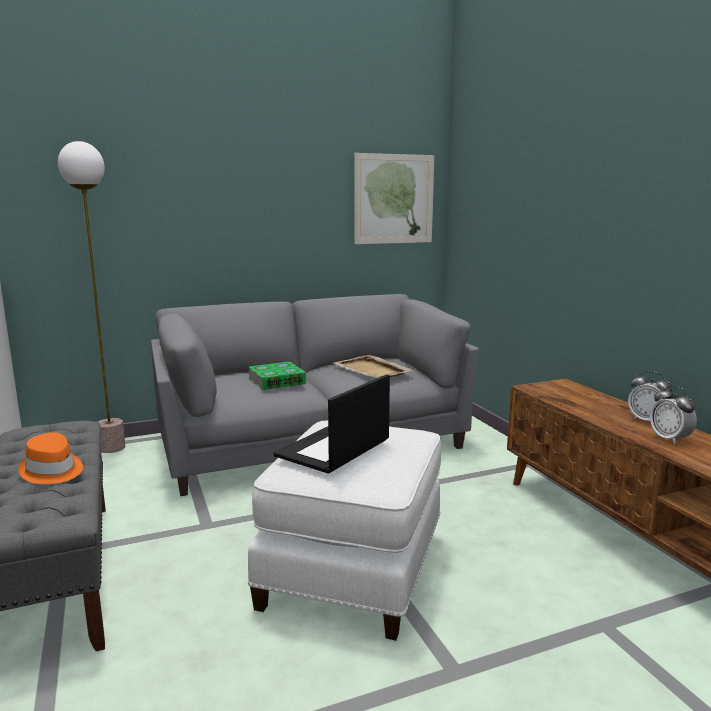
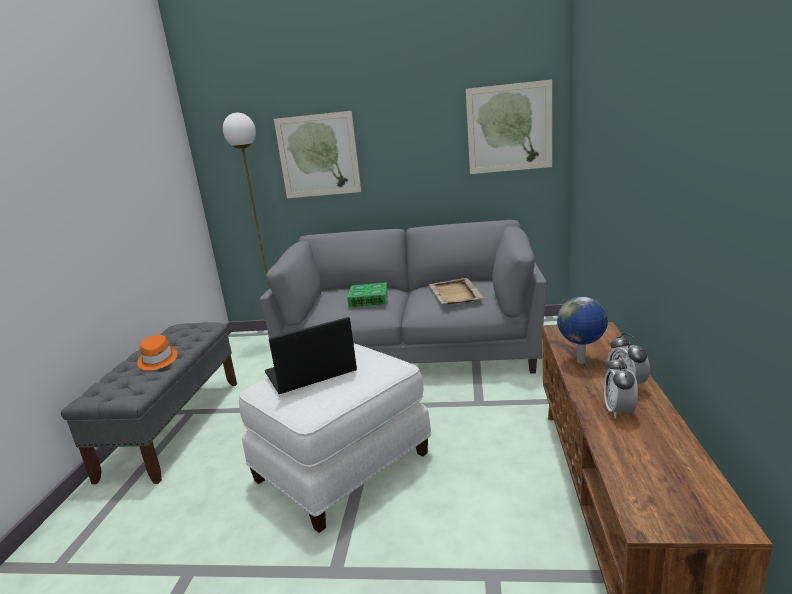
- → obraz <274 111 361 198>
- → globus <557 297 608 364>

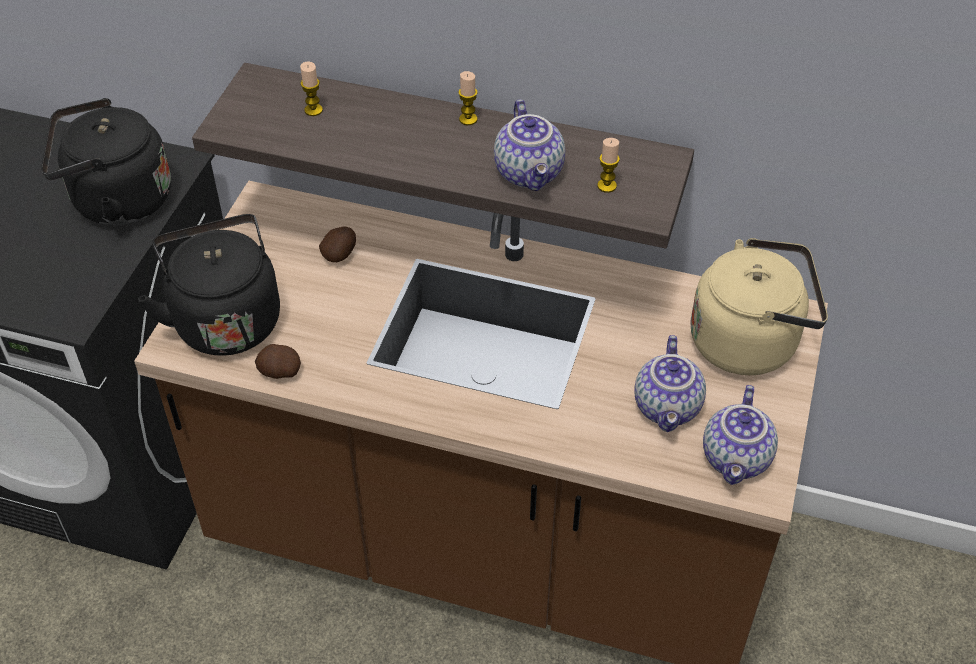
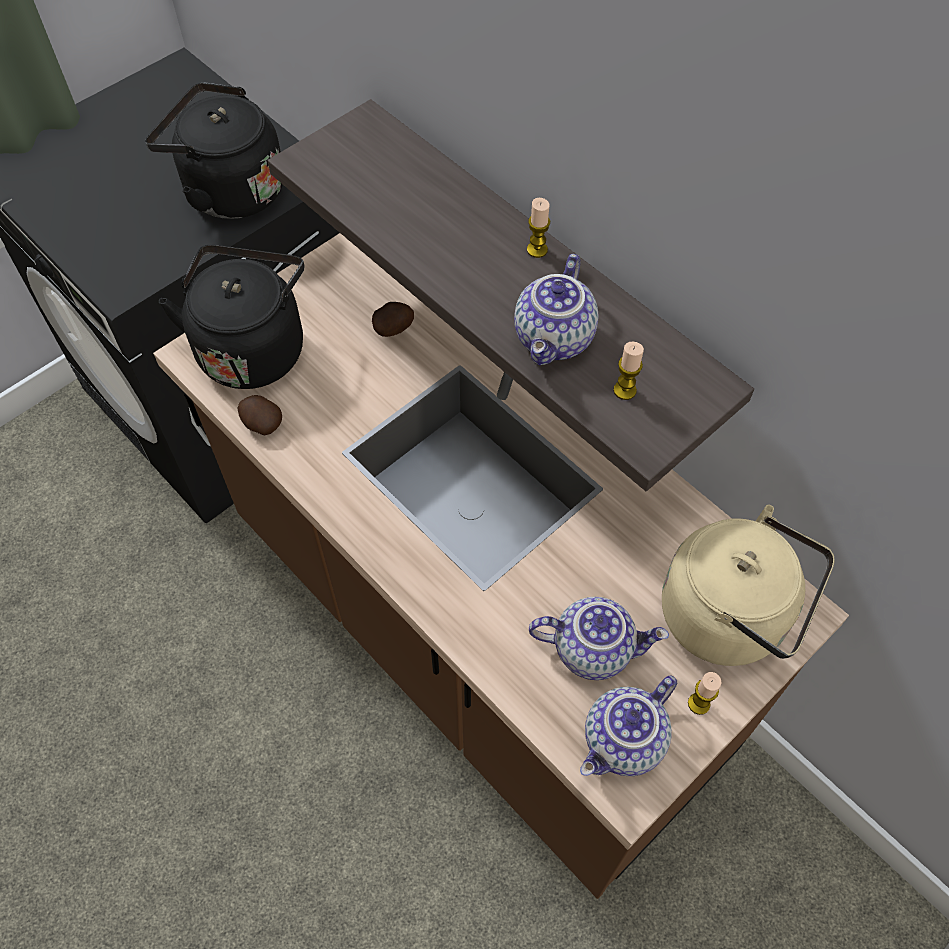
świeca <300 62 323 116> → świeca <688 672 721 715>, moved
imbryk <635 335 706 432> → imbryk <529 597 669 680>, 120 degrees counterclockwise

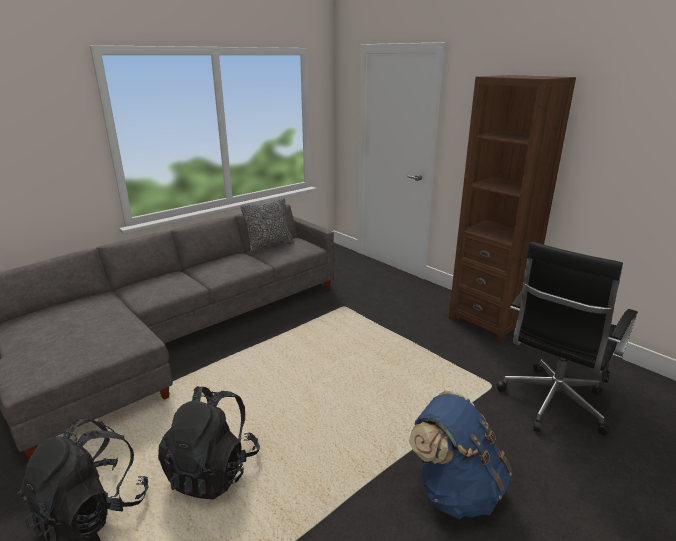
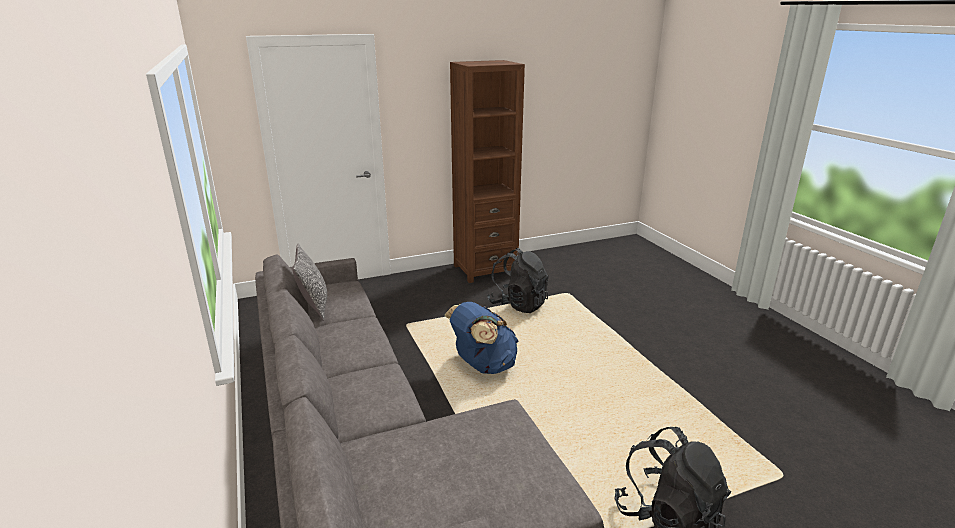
krzesło biurowe [czarny] <496 242 638 435> → -
plecak [czarny] <158 386 260 500> → plecak [czarny] <487 248 549 313>, moved
plecak [niebieski] <409 391 512 519> → plecak [niebieski] <444 302 518 374>, moved

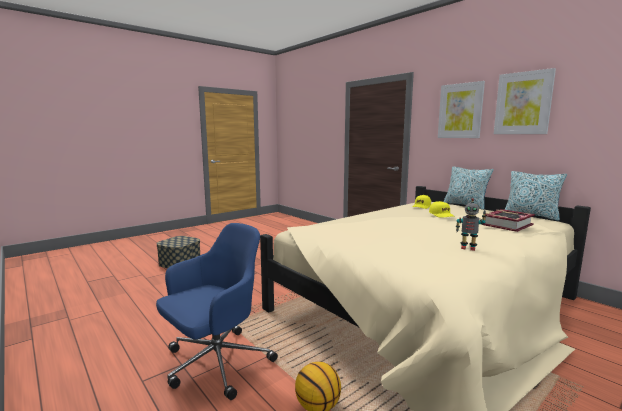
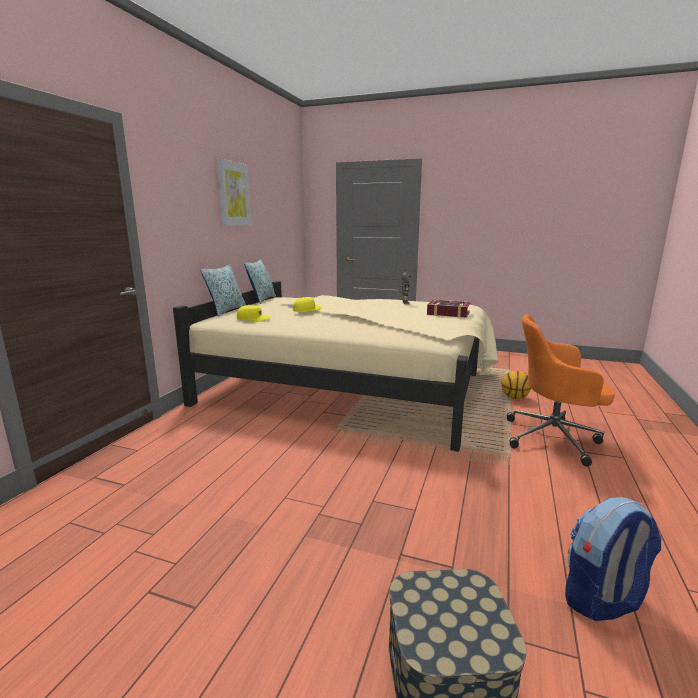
obraz <438 81 485 138> → -
książka <483 209 535 232> → książka <427 300 471 318>, moved
krzesło biurowe [niebieski] <156 223 278 400> → krzesło biurowe [pomarańczowy] <507 314 615 466>
- → plecak <565 497 661 621>

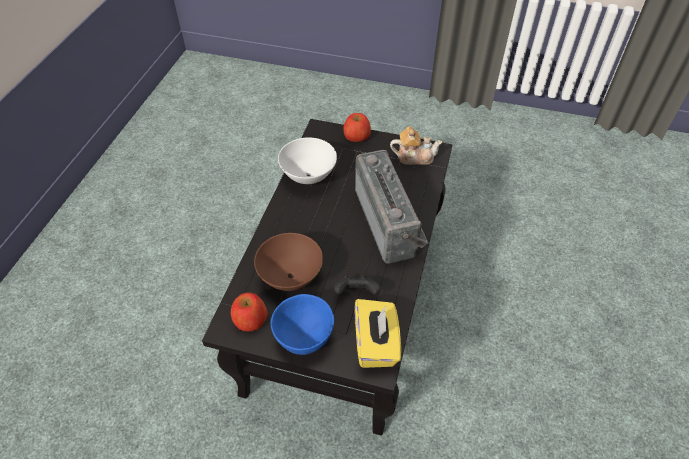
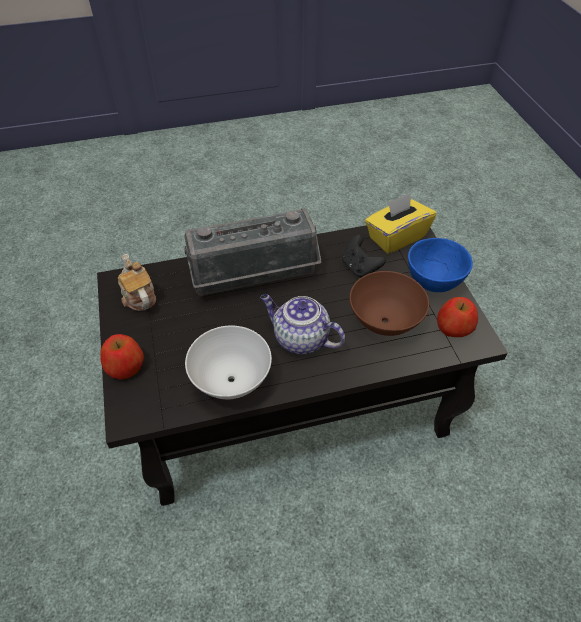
radio <355 150 428 264> → radio <184 208 321 297>, 150 degrees counterclockwise
- → imbryk <260 294 345 354>

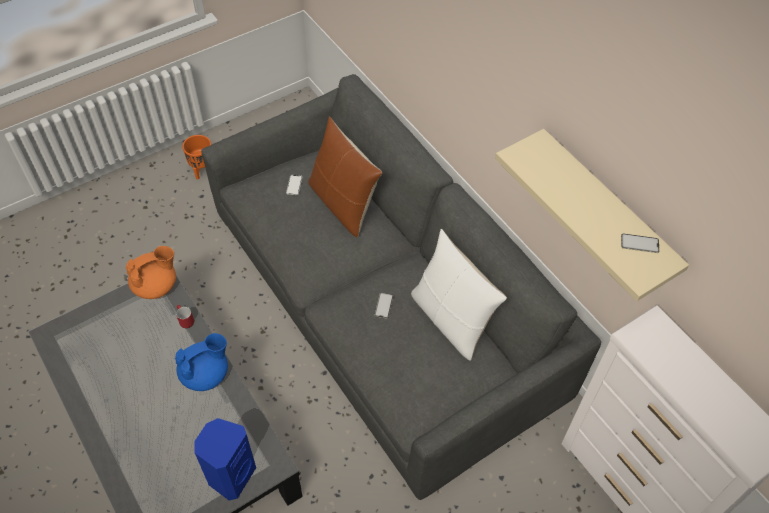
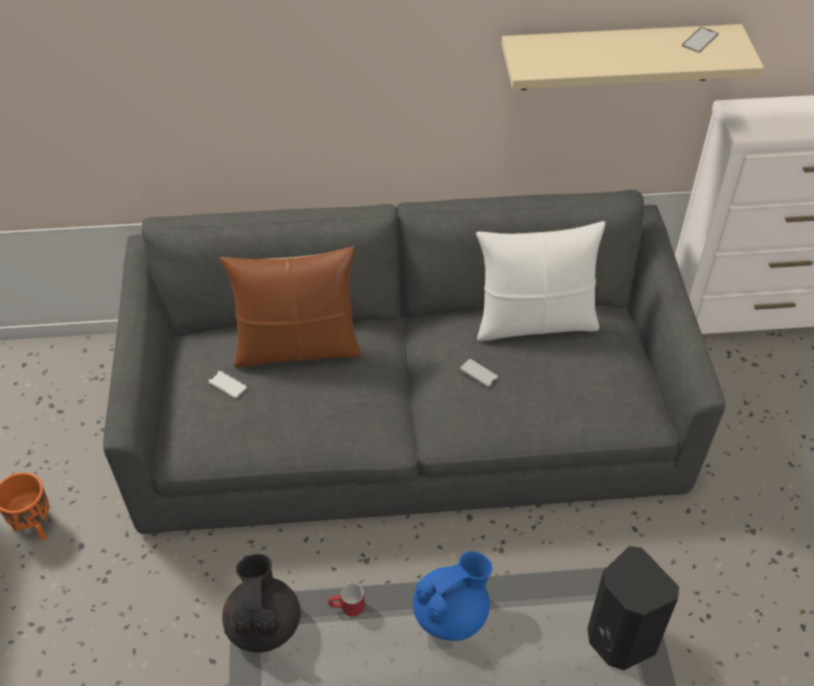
imbryk [pomarańczowy] <126 246 176 299> → imbryk [czarny] <222 554 301 653>
imbryk [niebieski] <175 333 228 391> → imbryk [niebieski] <413 551 493 641>, 60 degrees clockwise
głośnik [niebieski] <194 418 256 500> → głośnik [czarny] <587 546 679 670>

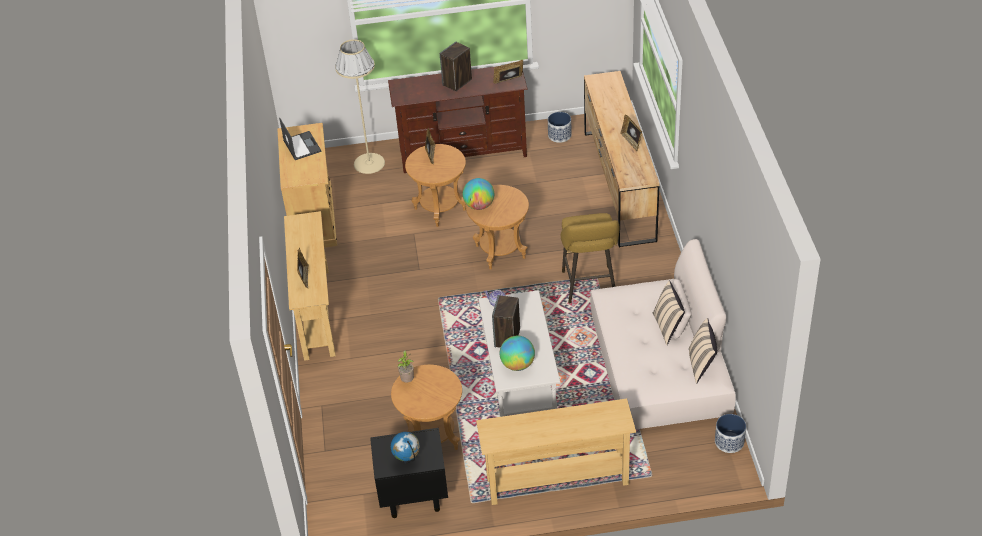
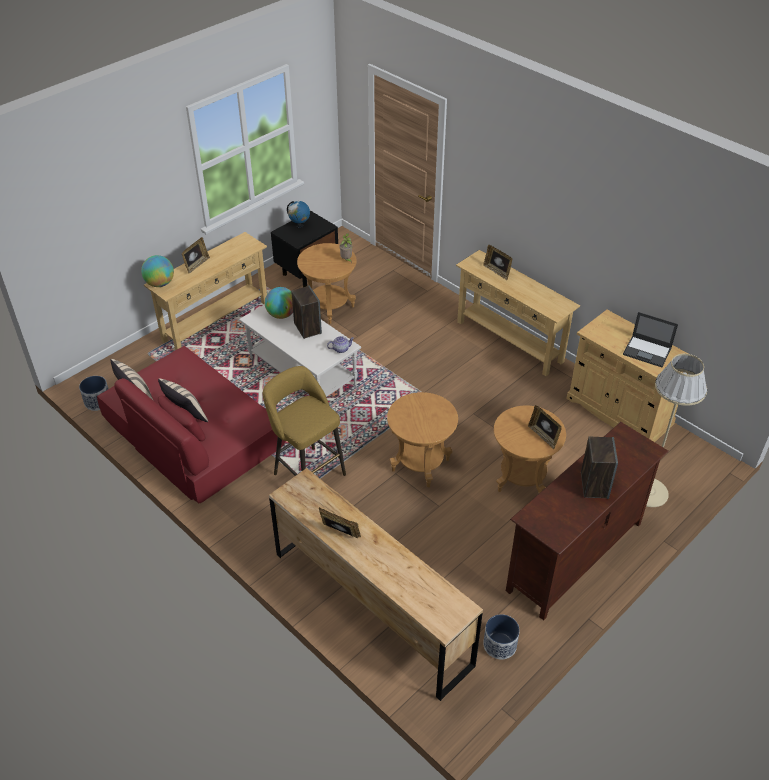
ramka na zdjęcie <493 60 523 84> → ramka na zdjęcie <182 237 210 274>, moved
globus <463 178 494 210> → globus <141 255 174 287>, moved
kanapa [beżowy] <590 239 736 430> → kanapa [czerwony] <97 346 285 503>

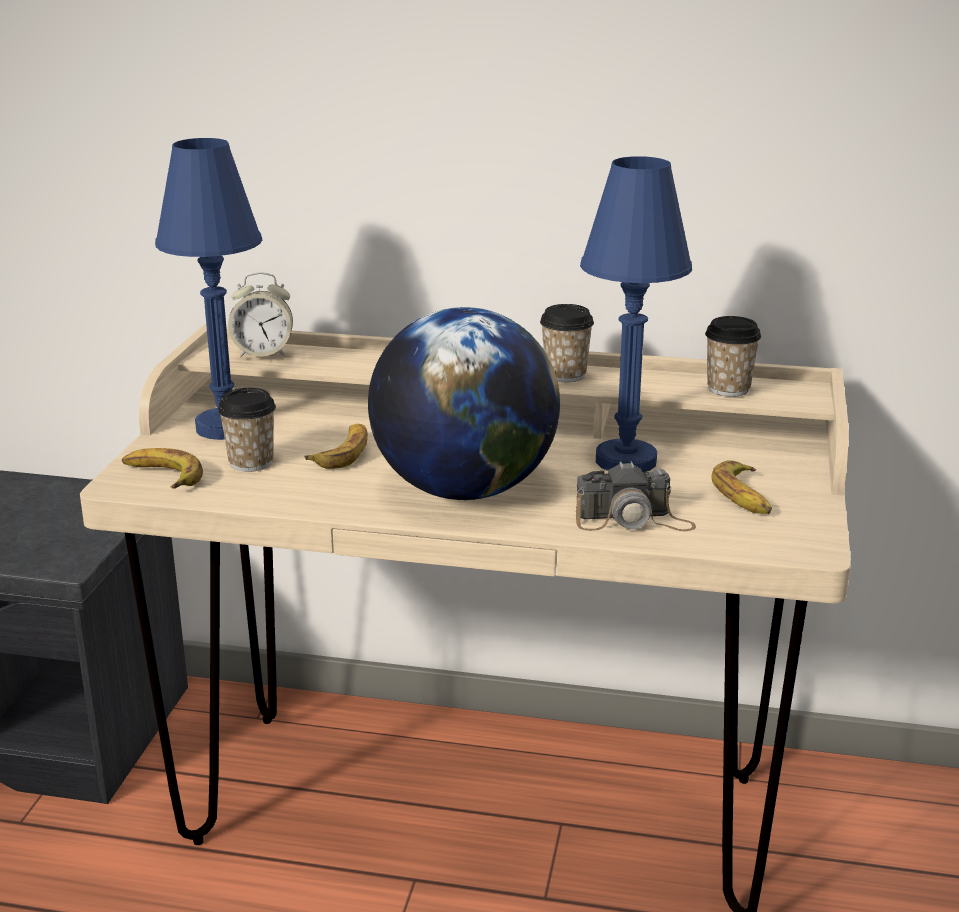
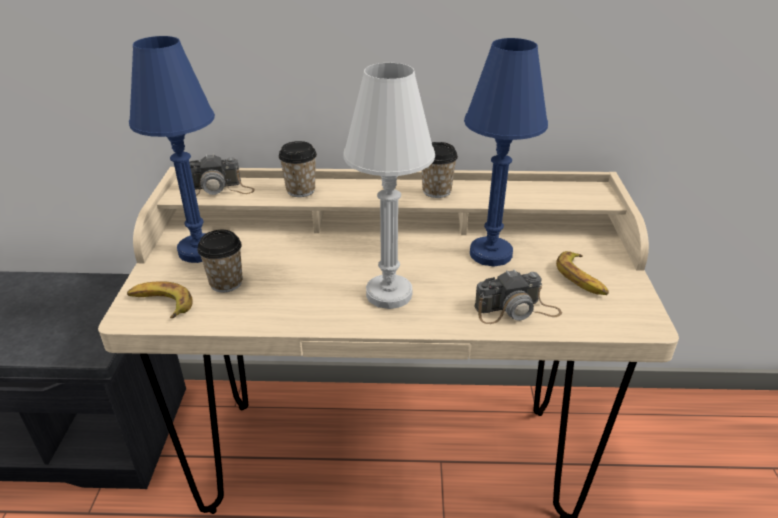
budzik <228 272 293 357> → aparat fotograficzny <189 154 255 196>
globus <368 307 560 500> → lampa stołowa [biały] <344 63 435 309>
filiżanka <705 316 761 397> → filiżanka <279 141 317 197>, moved
banan <304 424 368 469> → -

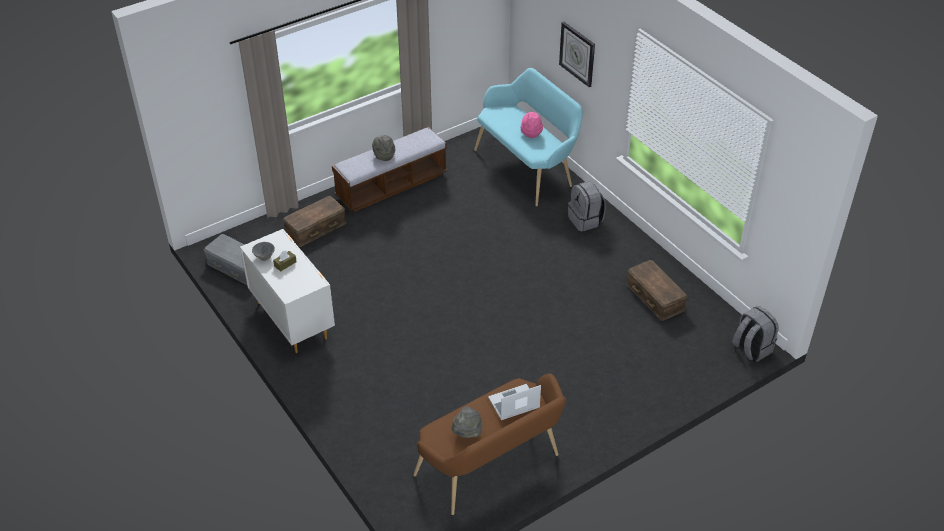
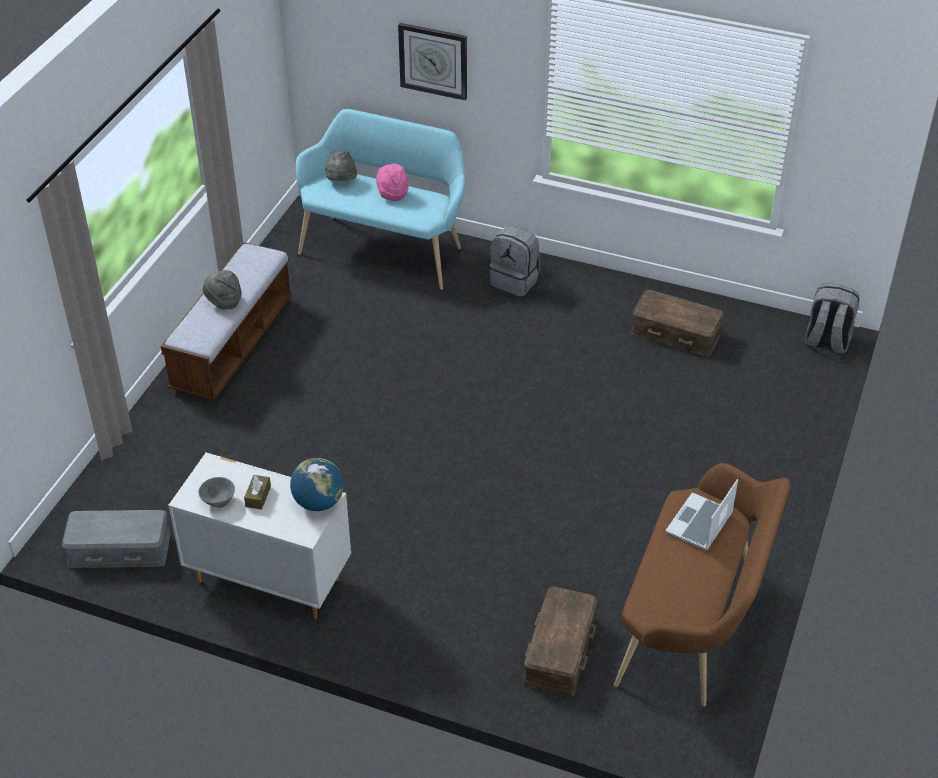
pojemnik do przechowywania [brązowy] <283 196 346 247> → pojemnik do przechowywania [brązowy] <524 587 598 697>, moved
kapelusz [szary] <452 406 482 438> → kapelusz [szary] <325 150 357 181>, moved
- → globus <290 458 344 511>

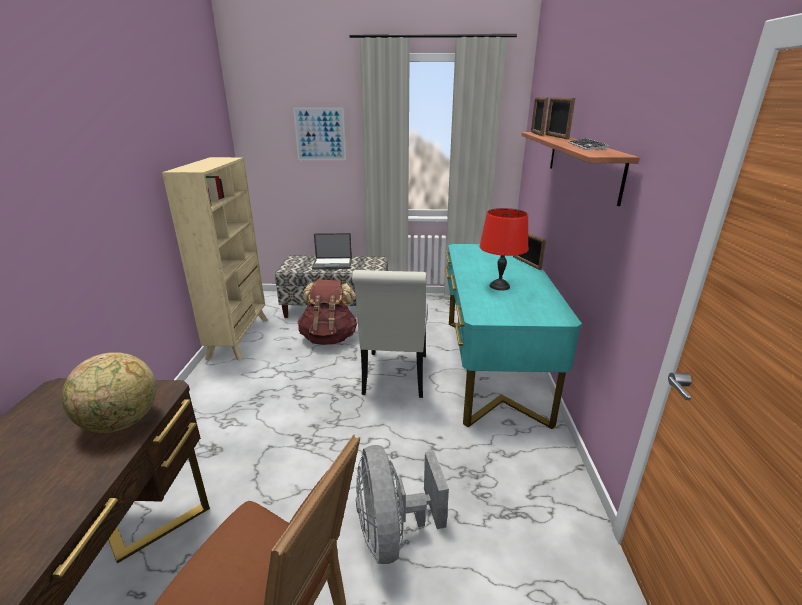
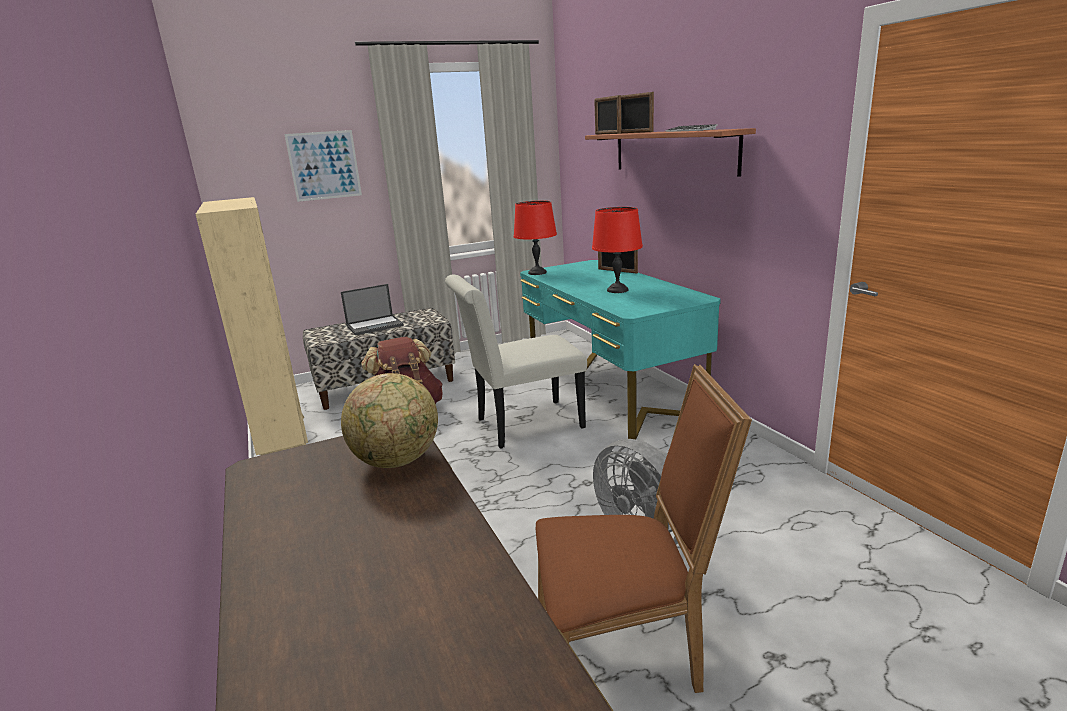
krzesło [biały] <352 270 428 398> → krzesło [biały] <445 275 587 448>, 90 degrees clockwise
- → lampa stołowa [czerwony] <514 201 557 275>

